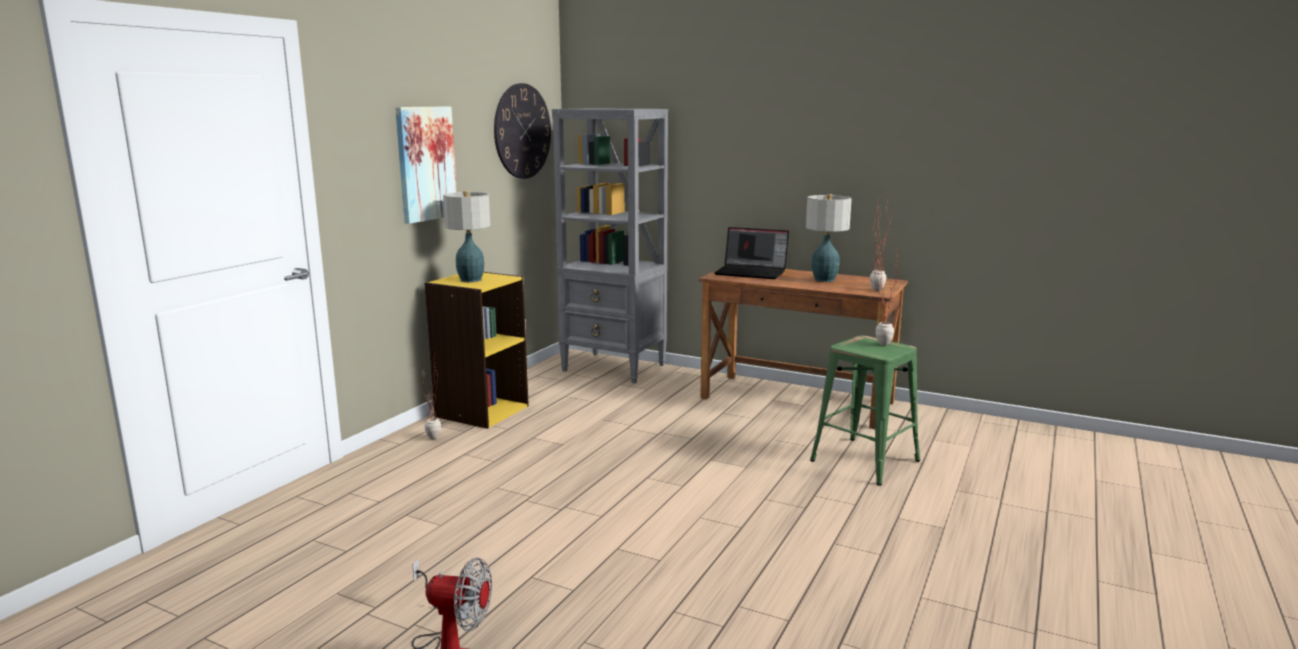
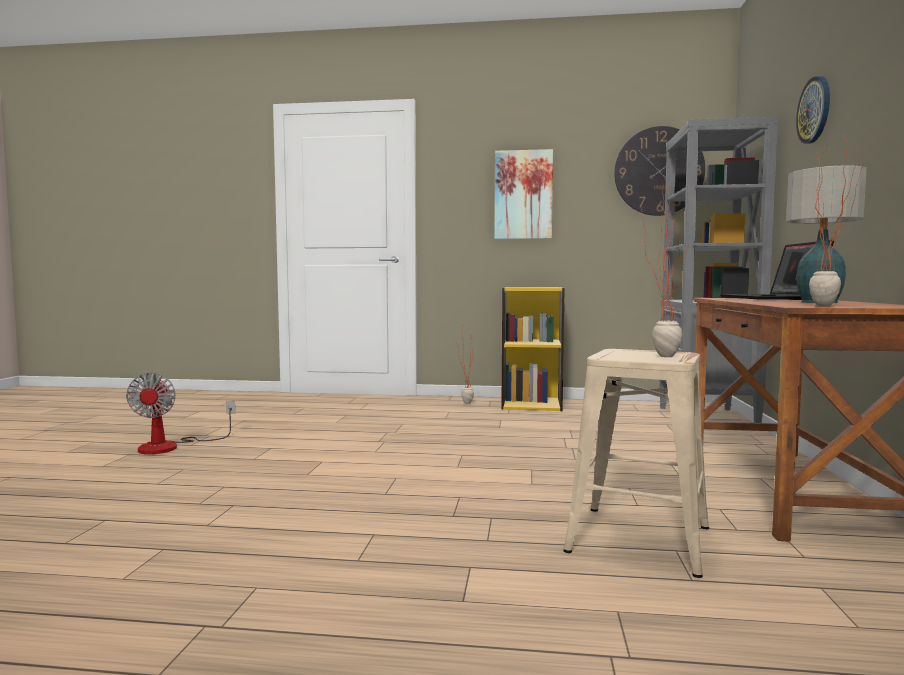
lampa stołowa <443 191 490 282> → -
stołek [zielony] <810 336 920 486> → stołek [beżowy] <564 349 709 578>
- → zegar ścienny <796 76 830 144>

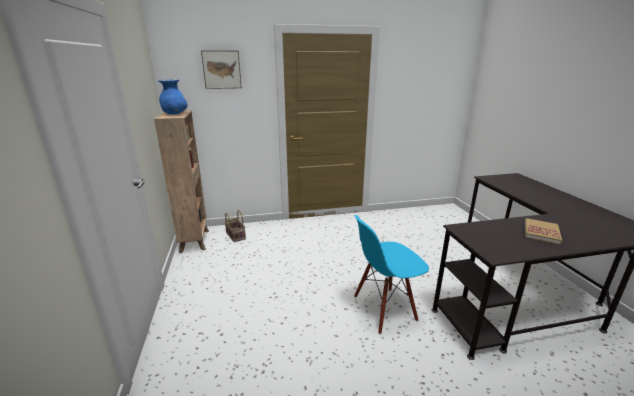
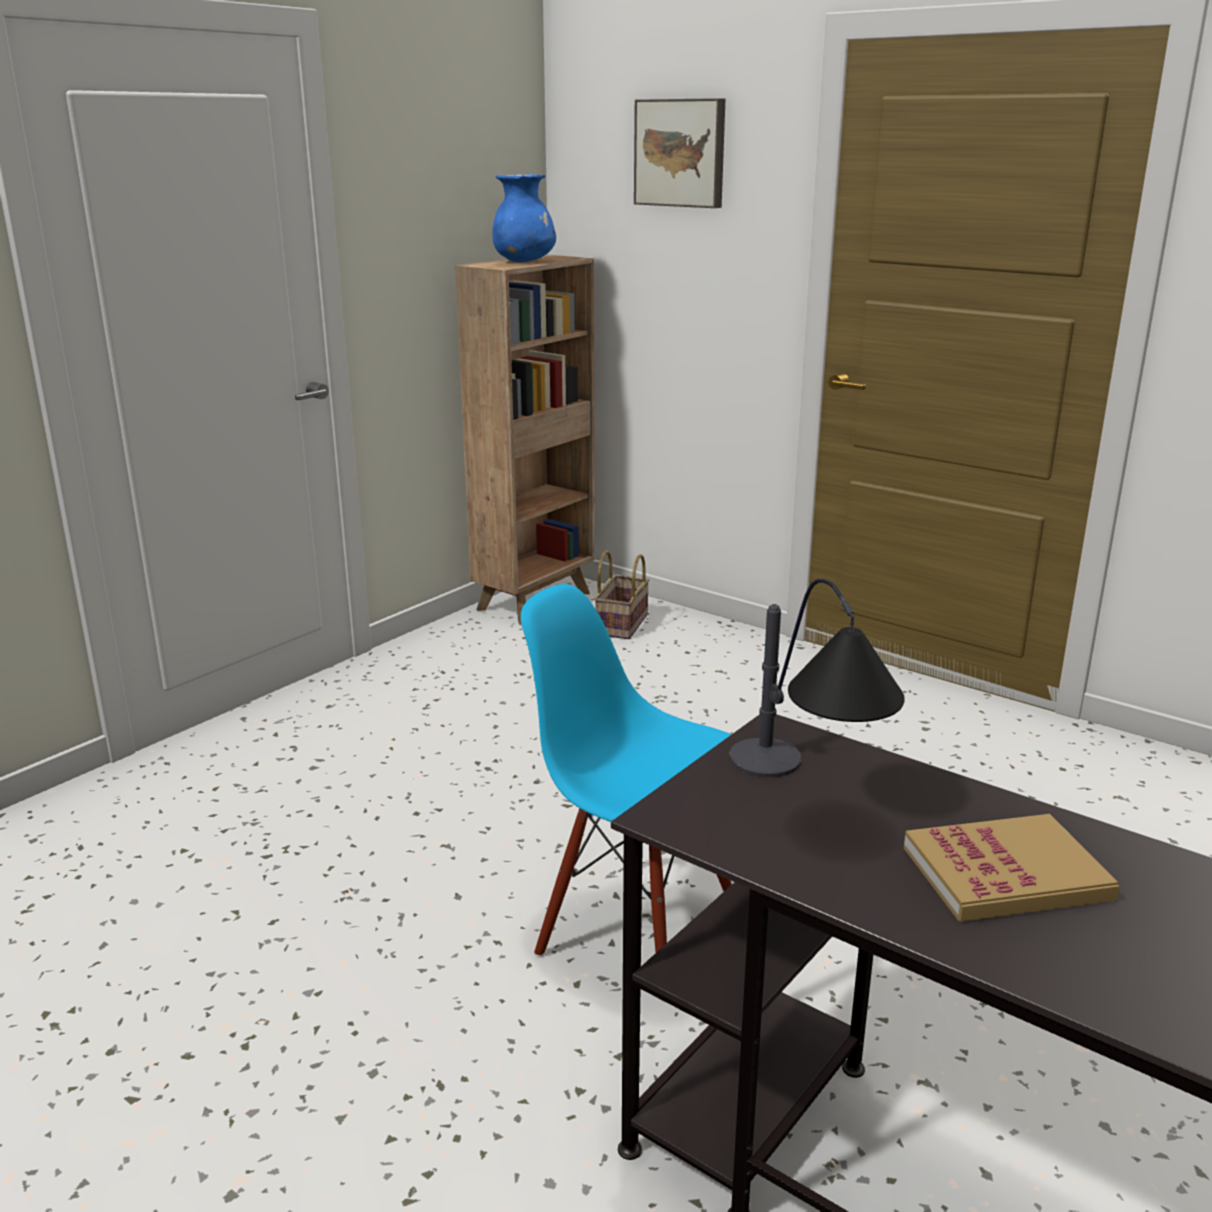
- → lampa stołowa <729 578 905 777>

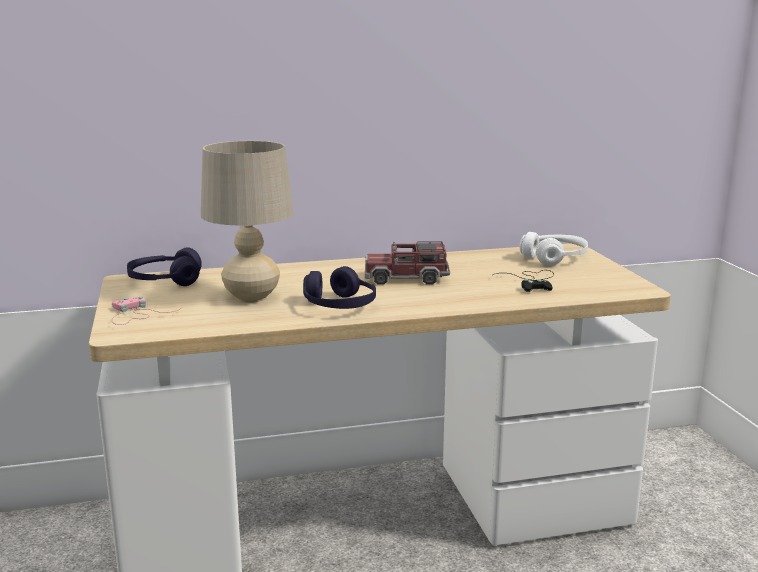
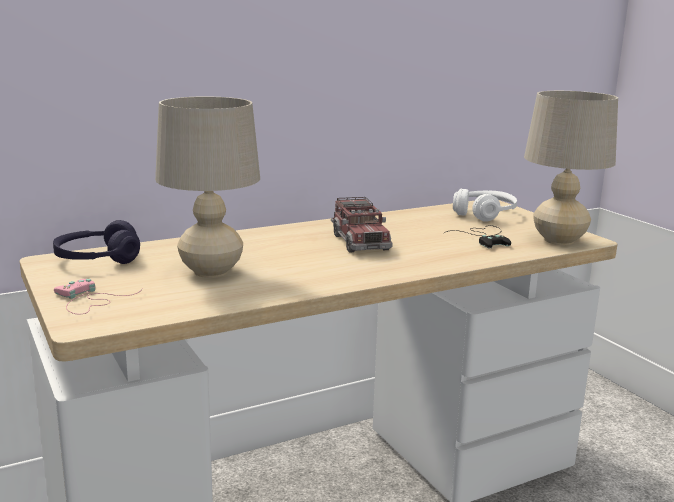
ciężarówka zabawkowa <365 241 450 285> → ciężarówka zabawkowa <331 197 393 253>, 90 degrees counterclockwise
słuchawki [fioletowy] <303 266 376 309> → -
- → lampa stołowa [beżowy] <524 91 618 245>

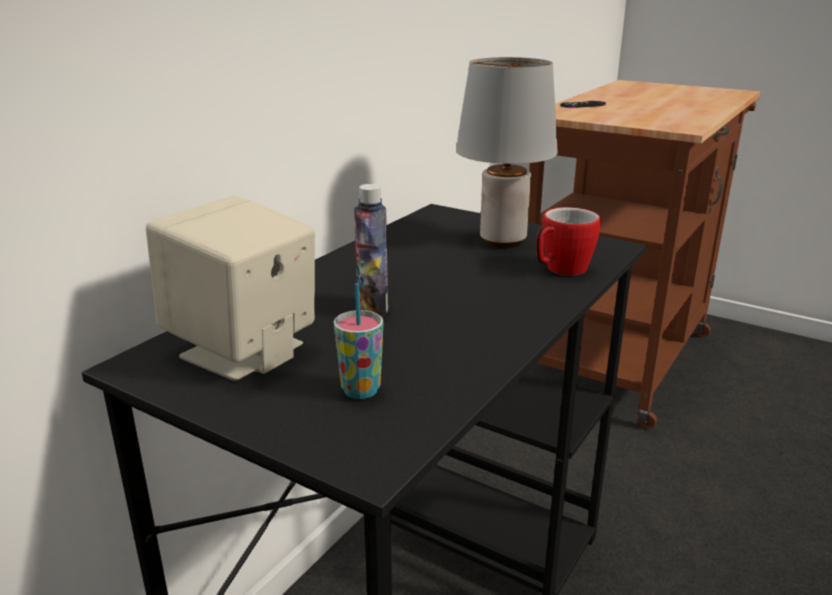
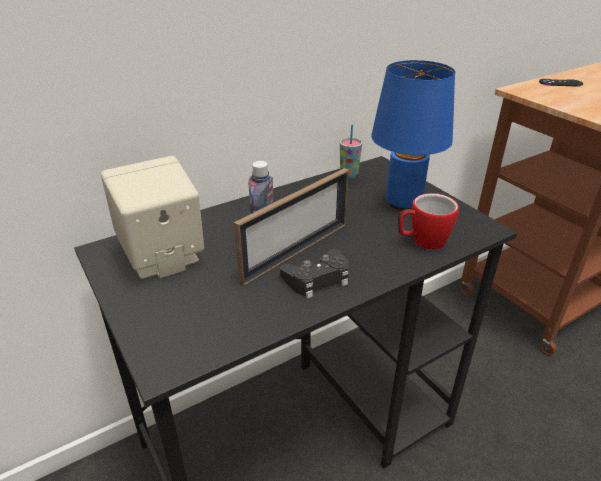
lampa stołowa [szary] <456 57 558 248> → lampa stołowa [niebieski] <371 60 455 211>
filiżanka <334 283 383 399> → filiżanka <340 124 362 178>, moved
- → ramka na zdjęcie <234 168 349 286>
- → pad do gier [czarny] <280 249 349 299>

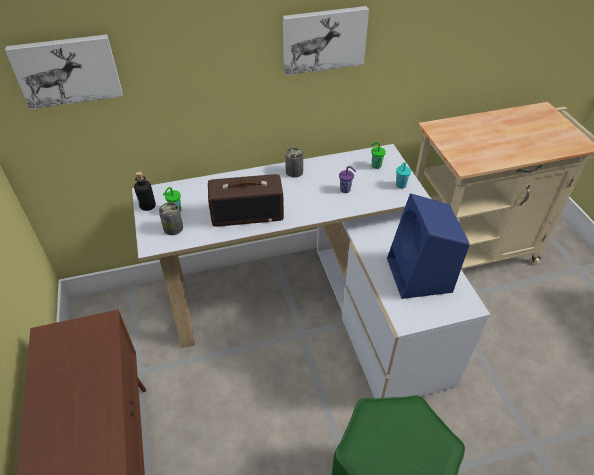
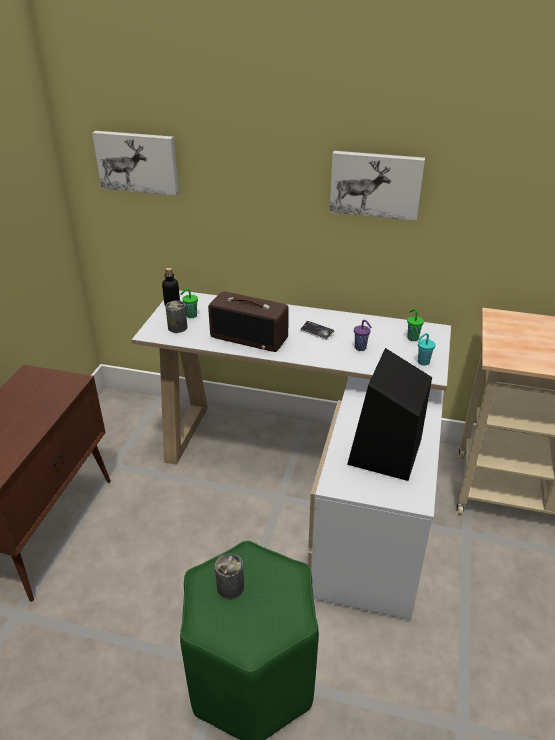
puszka <285 148 303 178> → puszka <215 553 244 599>, moved
głośnik [niebieski] <387 193 469 299> → głośnik [czarny] <347 348 432 481>
- → telefon <300 321 334 340>

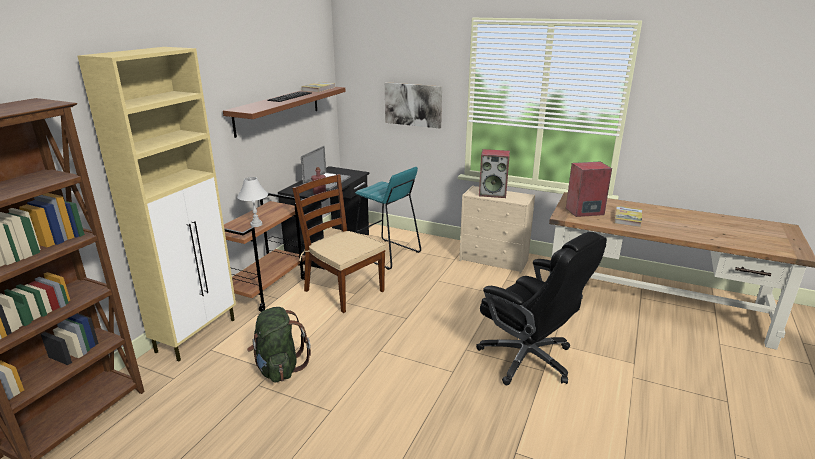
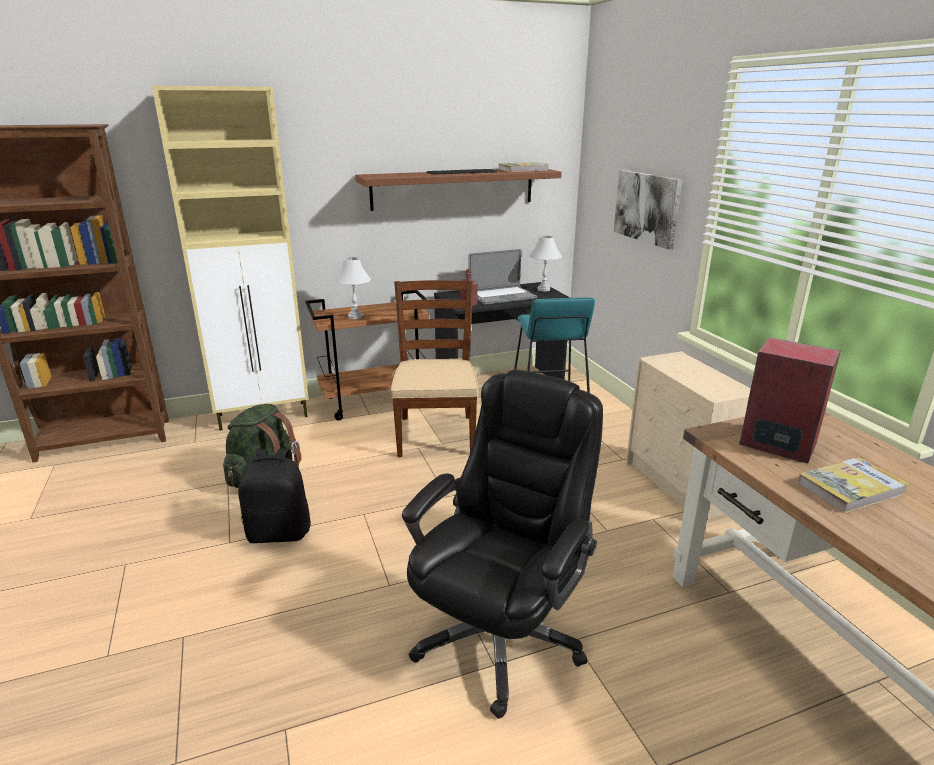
głośnik <479 149 510 198> → -
krzesło biurowe [czarny] <476 231 607 385> → krzesło biurowe [czarny] <402 370 603 719>, 150 degrees counterclockwise
- → lampa stołowa [biały] <529 236 562 291>
- → plecak [czarny] <238 448 311 543>

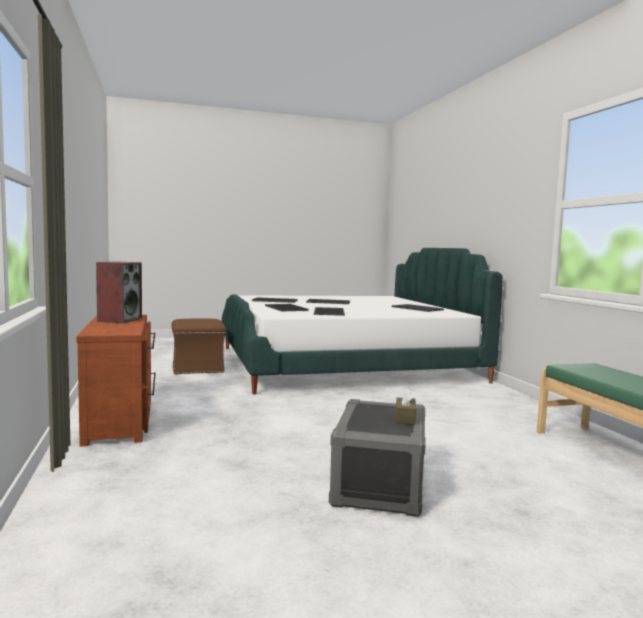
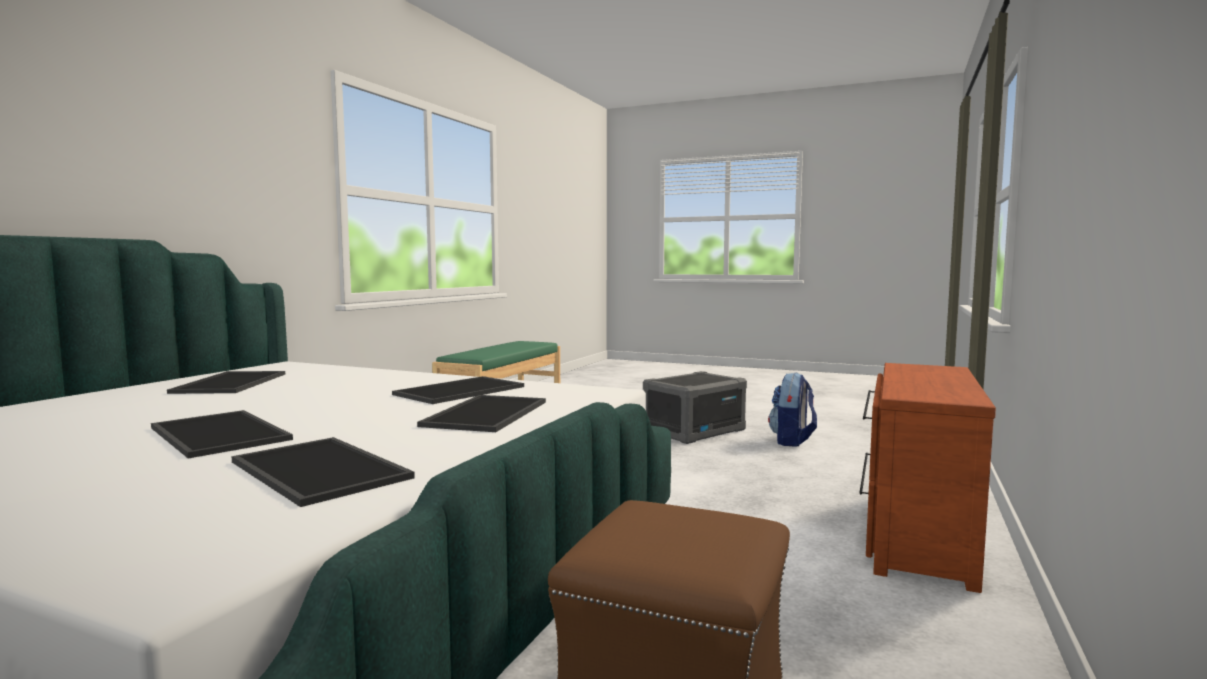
głośnik <96 261 142 323> → -
pudełko chusteczek [brązowy] <395 388 416 425> → -
- → plecak <768 372 817 447>

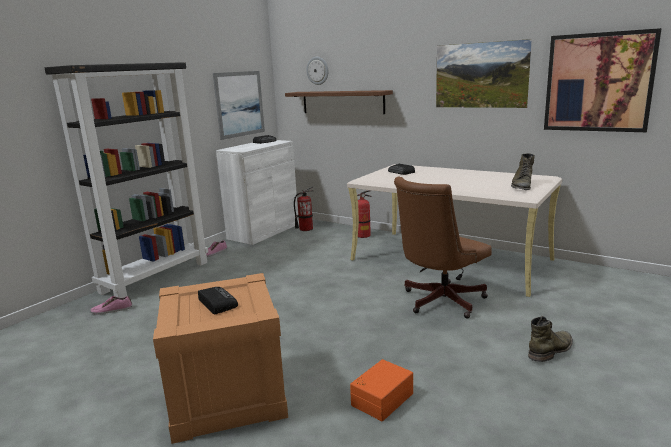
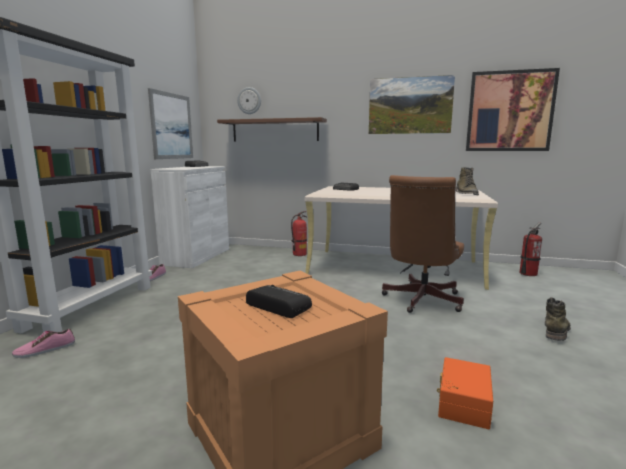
gaśnica <294 186 313 231> → gaśnica <520 223 542 276>, moved

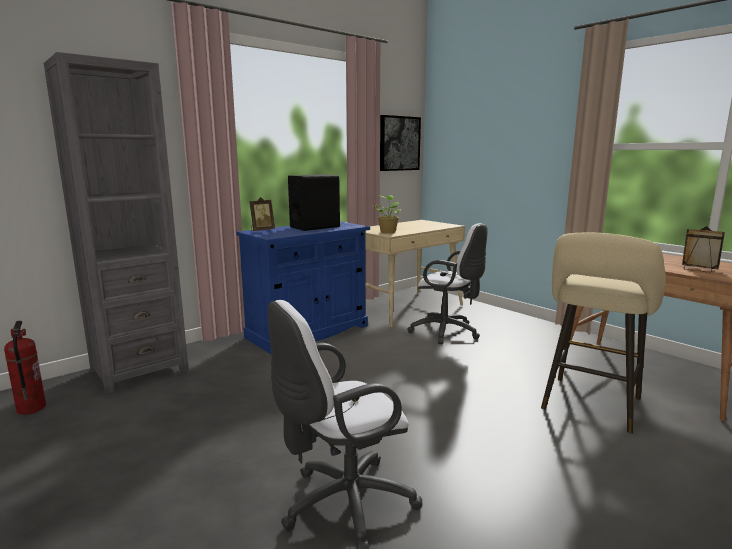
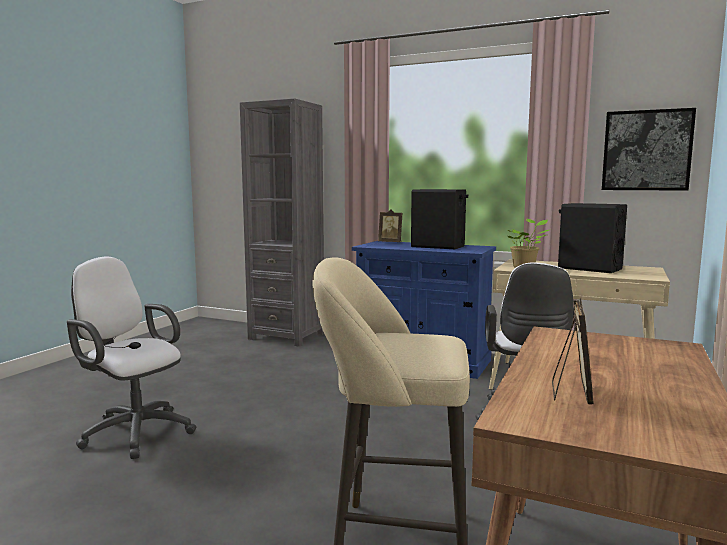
gaśnica <4 321 46 415> → -
- → głośnik [czarny] <558 203 627 273>

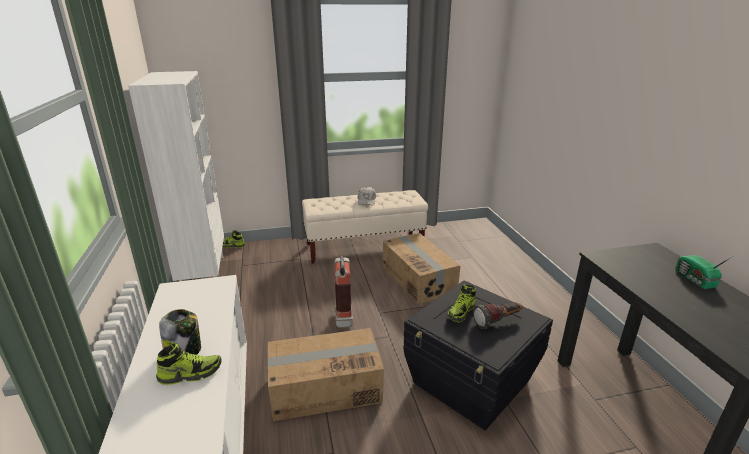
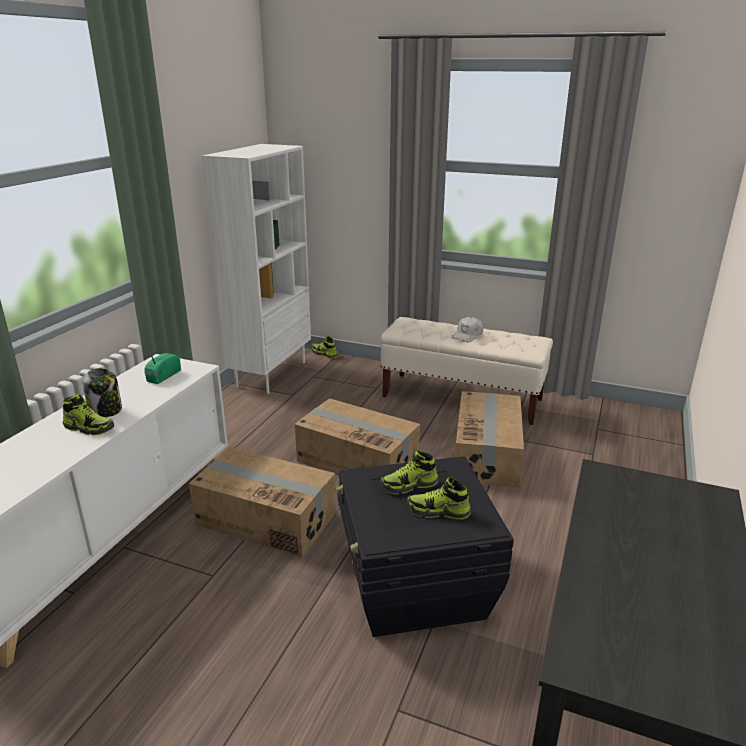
radio <675 255 733 289> → radio <144 352 181 384>, moved
gaśnica <334 256 353 328> → karton <295 398 420 476>
latarka <473 302 523 329> → but <407 477 471 519>

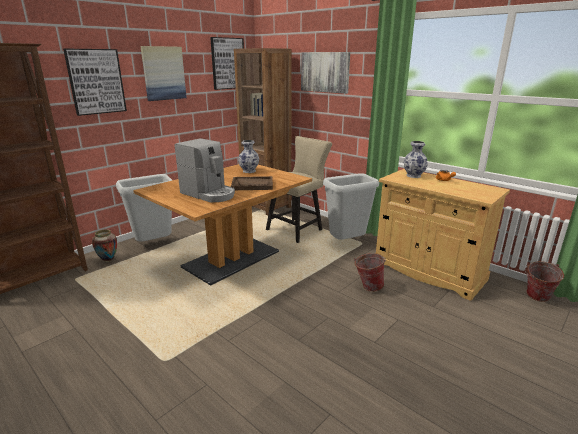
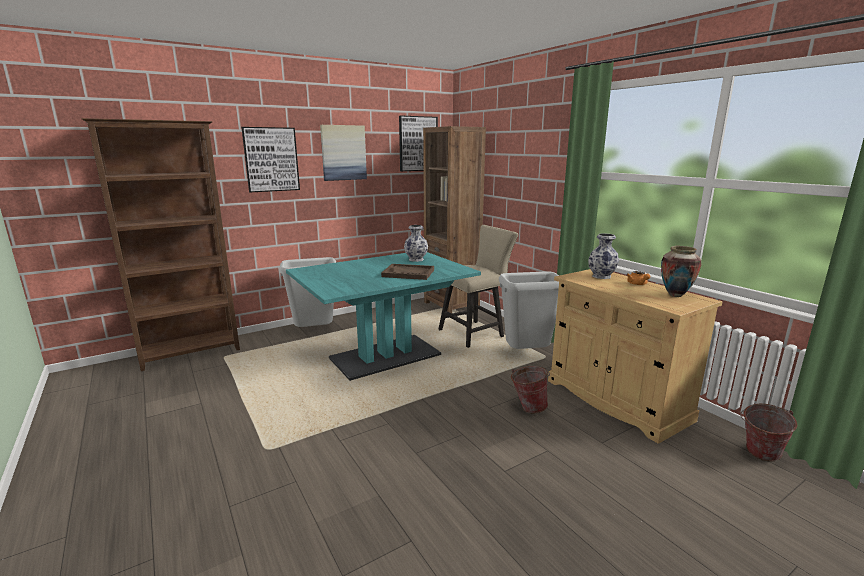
obraz <301 52 350 94> → -
ekspres do kawy <175 139 235 202> → -
stół jadalny [brązowy] <133 164 312 286> → stół jadalny [turkusowy] <286 252 481 381>
wazon <92 229 117 262> → wazon <661 246 701 297>, moved

